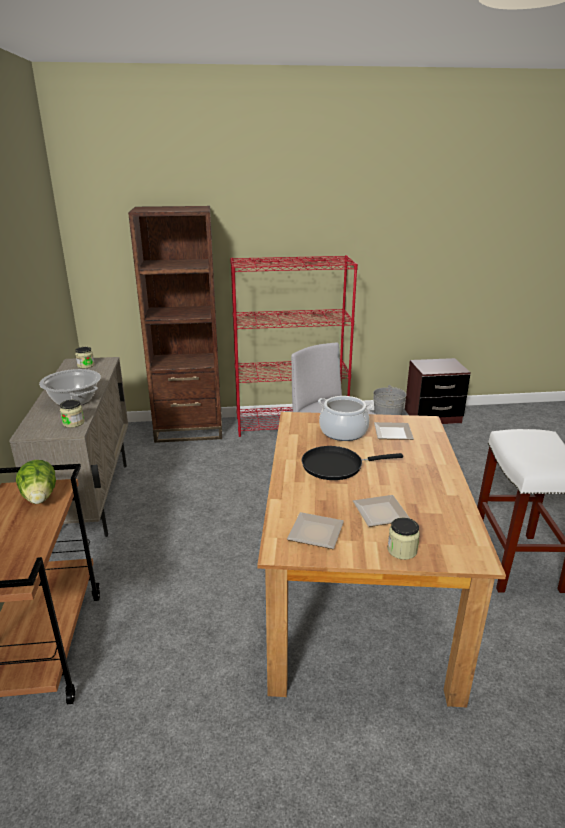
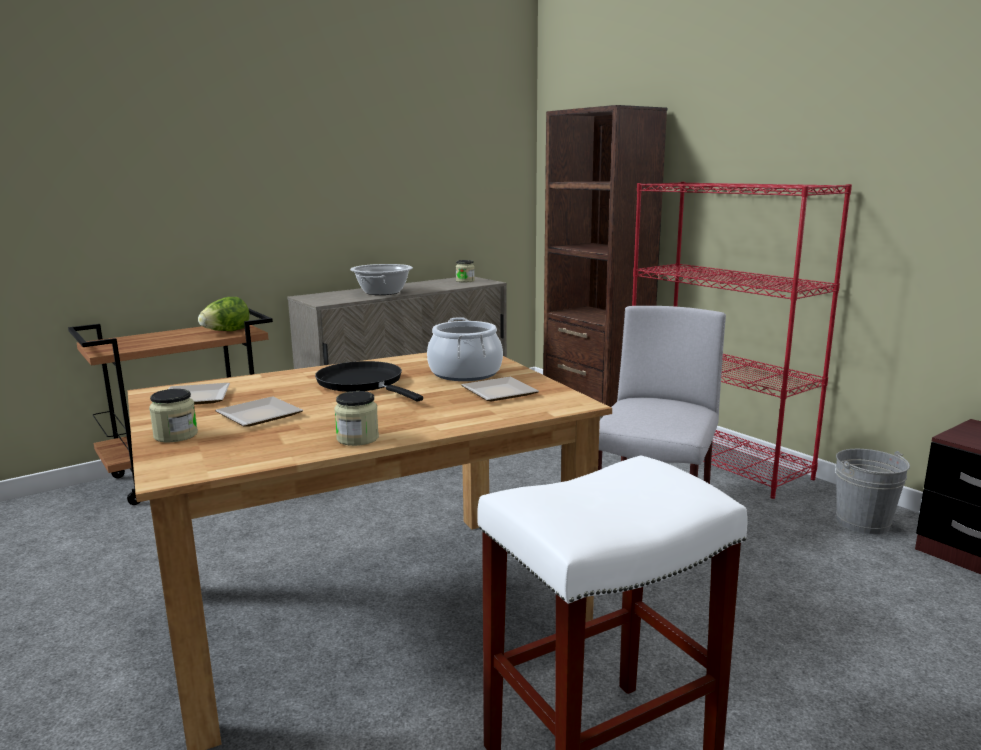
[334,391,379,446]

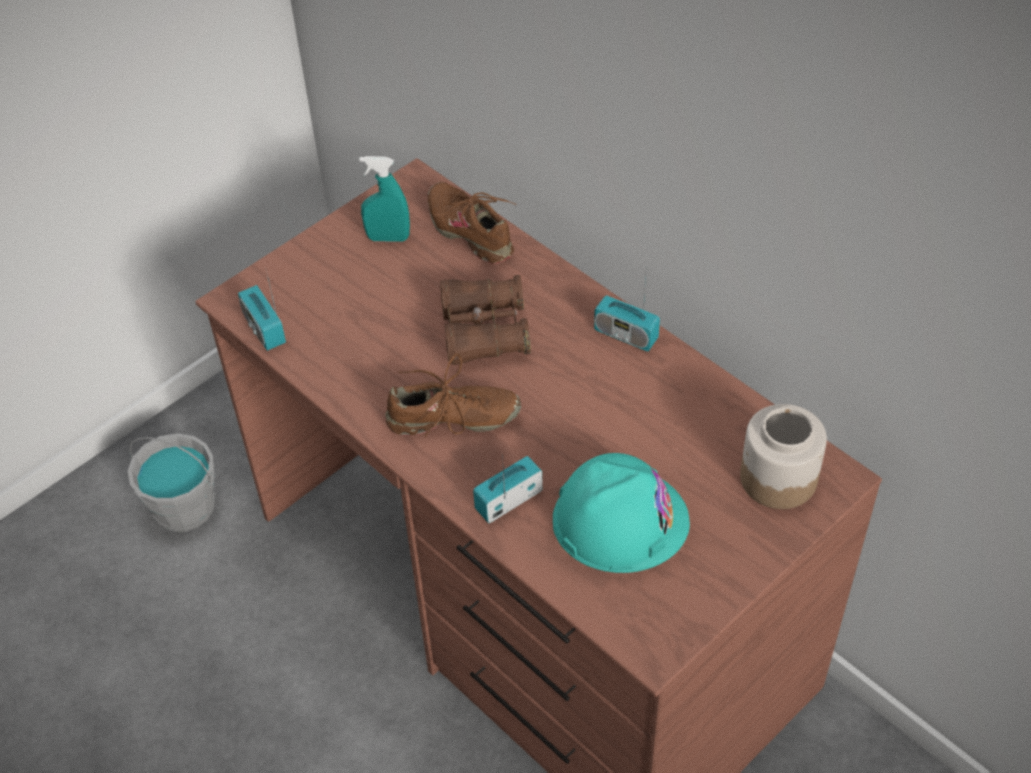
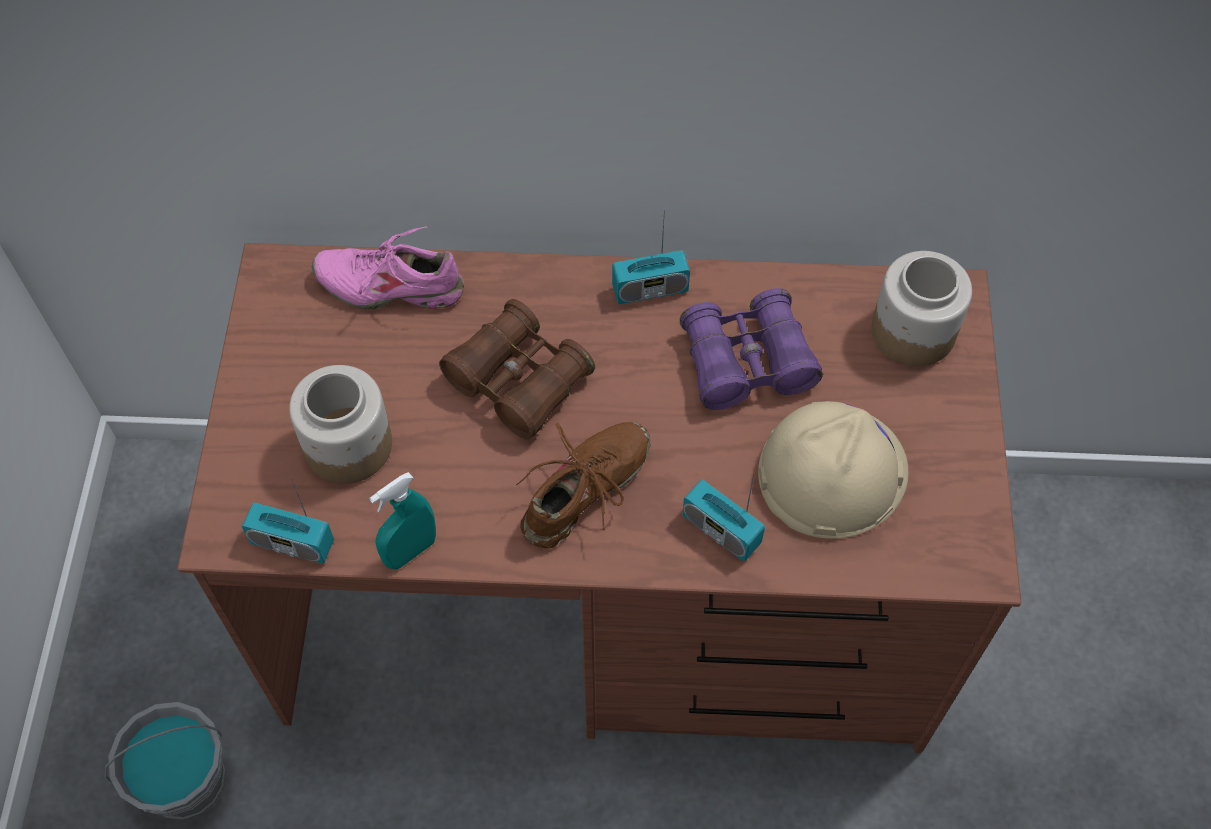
[369,472,436,569]
[312,226,464,310]
[758,401,909,539]
[682,474,765,561]
[680,288,823,410]
[289,365,392,484]

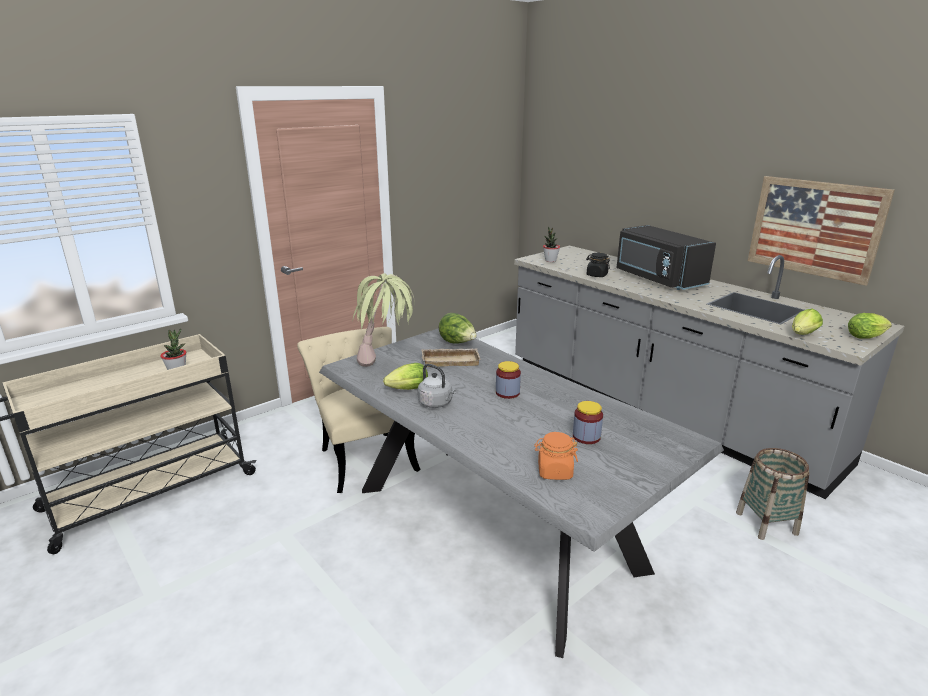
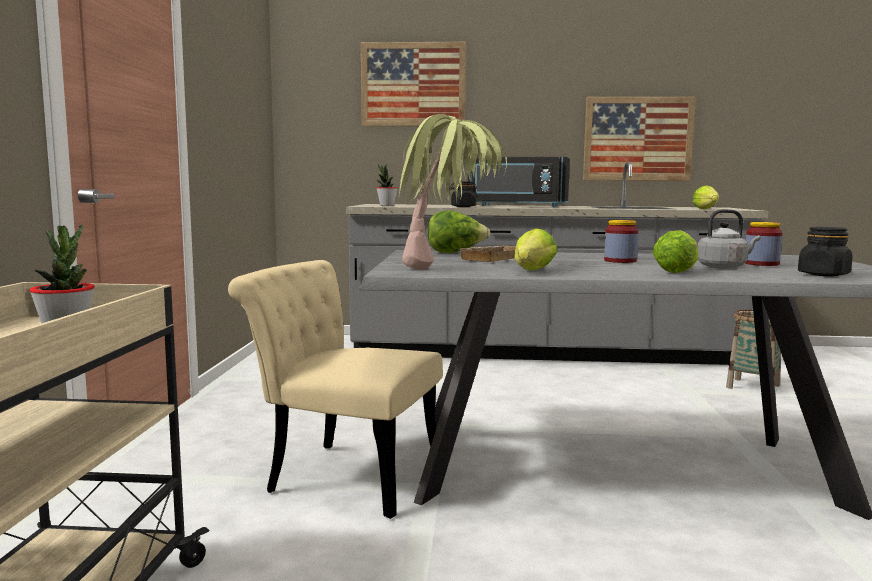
[652,230,698,273]
[698,209,761,269]
[798,227,852,276]
[361,42,466,126]

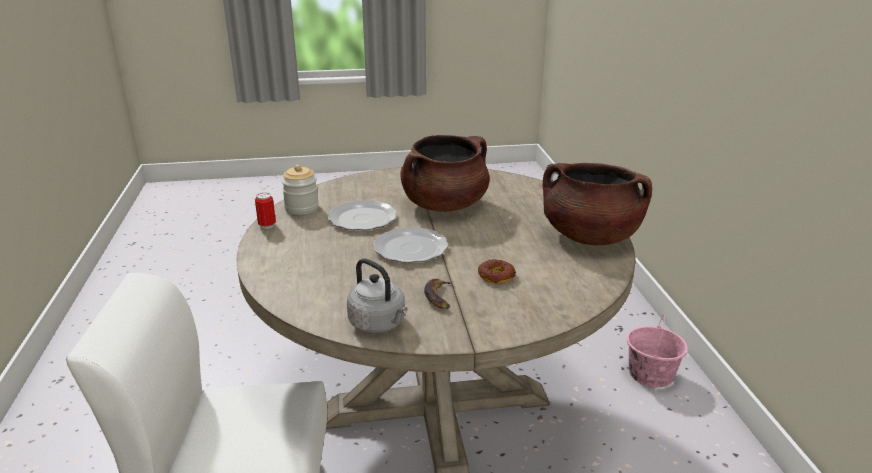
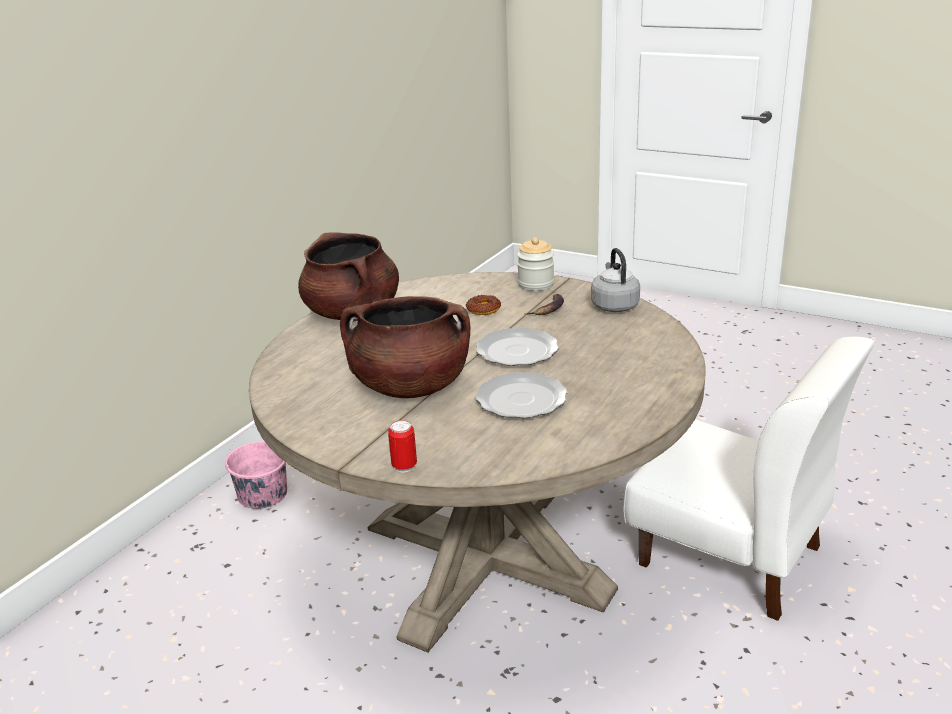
[517,237,554,291]
[388,420,417,473]

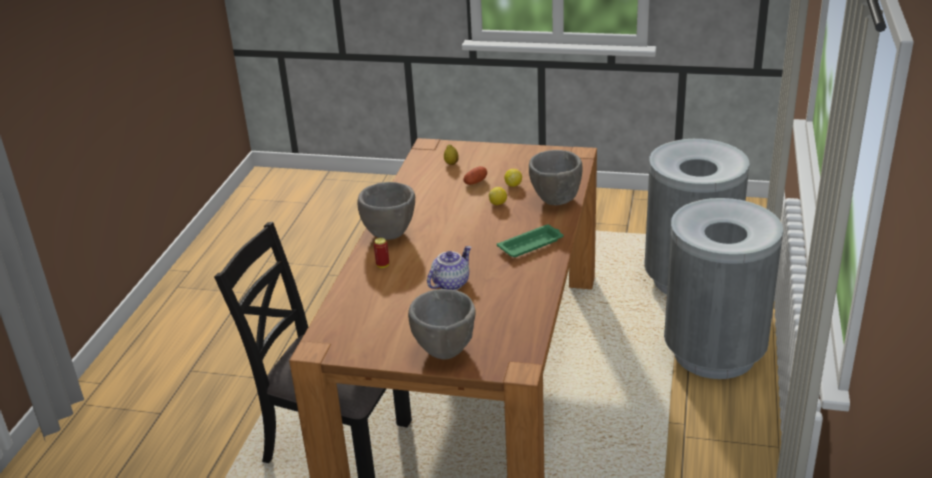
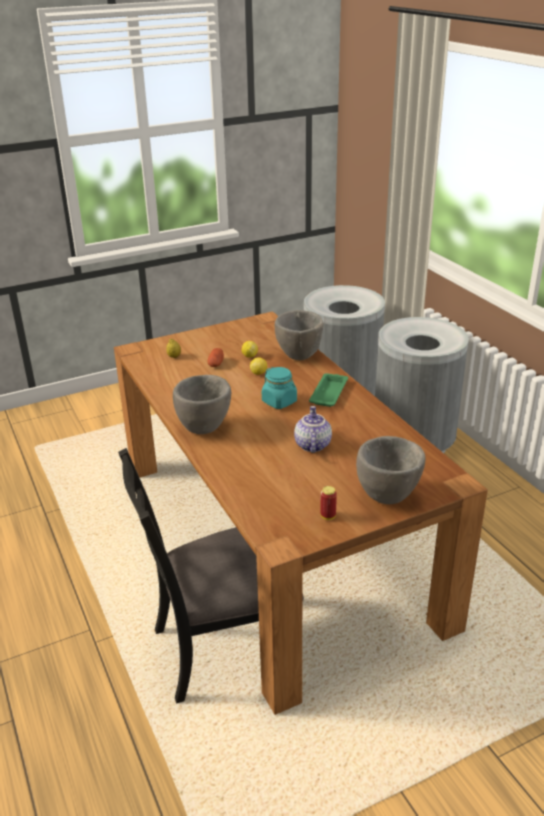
[320,486,337,520]
[262,367,297,409]

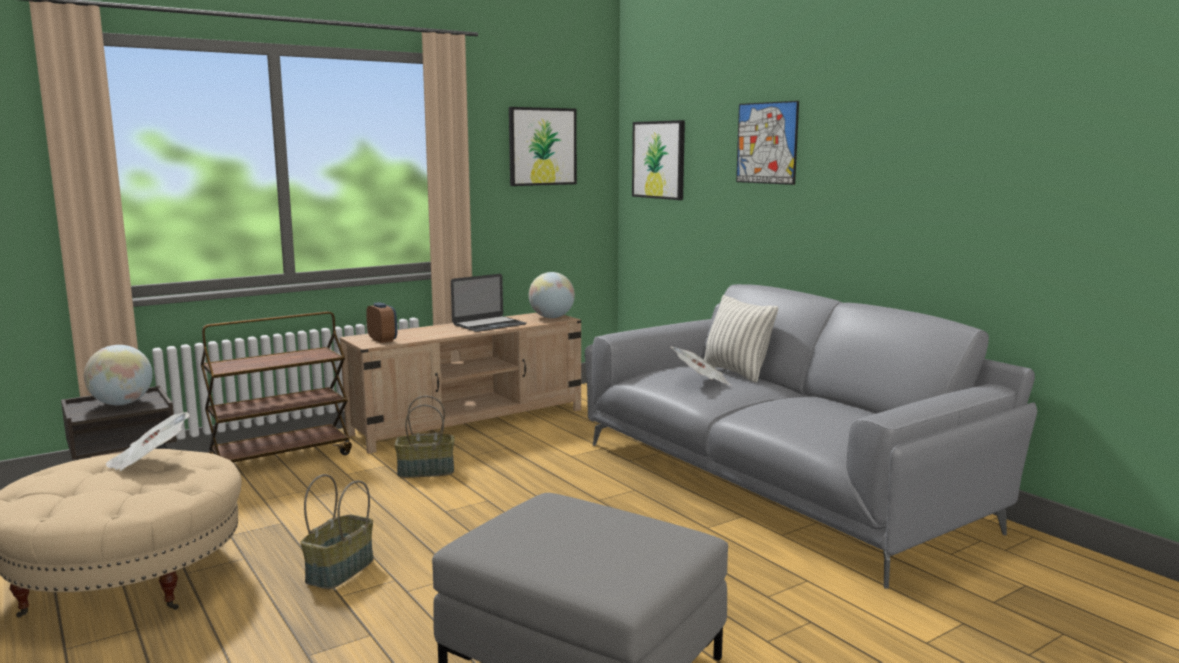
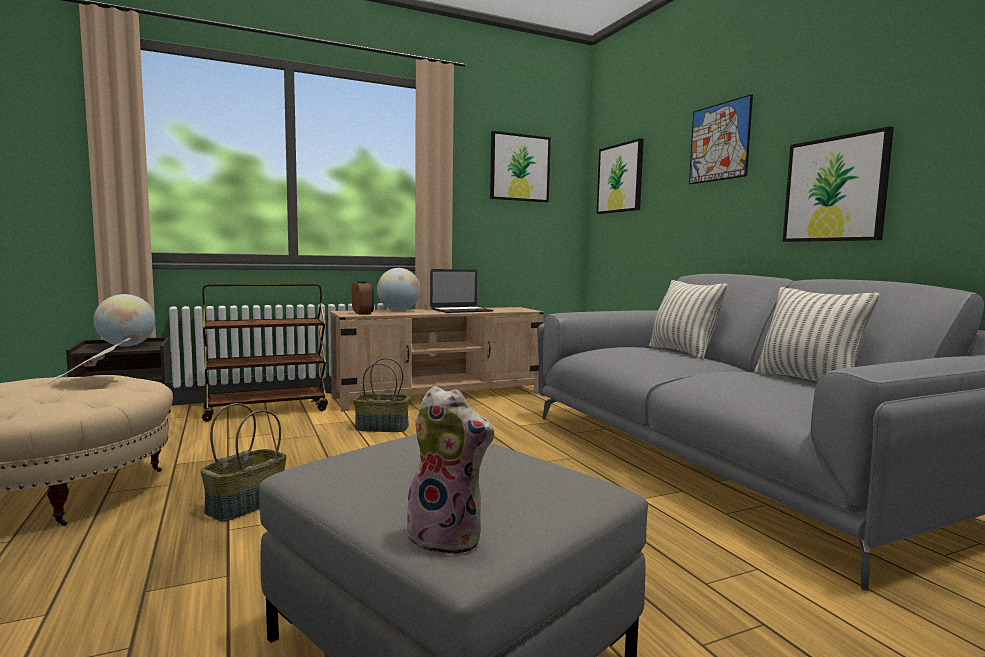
[377,268,420,311]
[671,347,731,385] (first image)
[783,126,894,242]
[755,287,879,381]
[398,386,494,556]

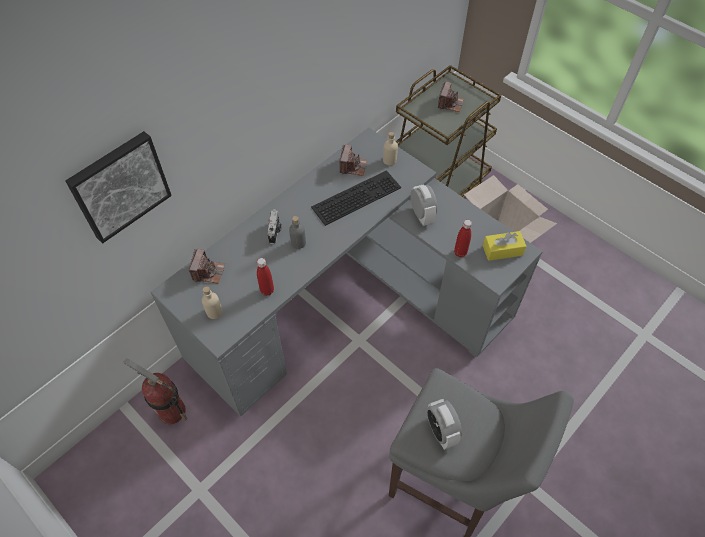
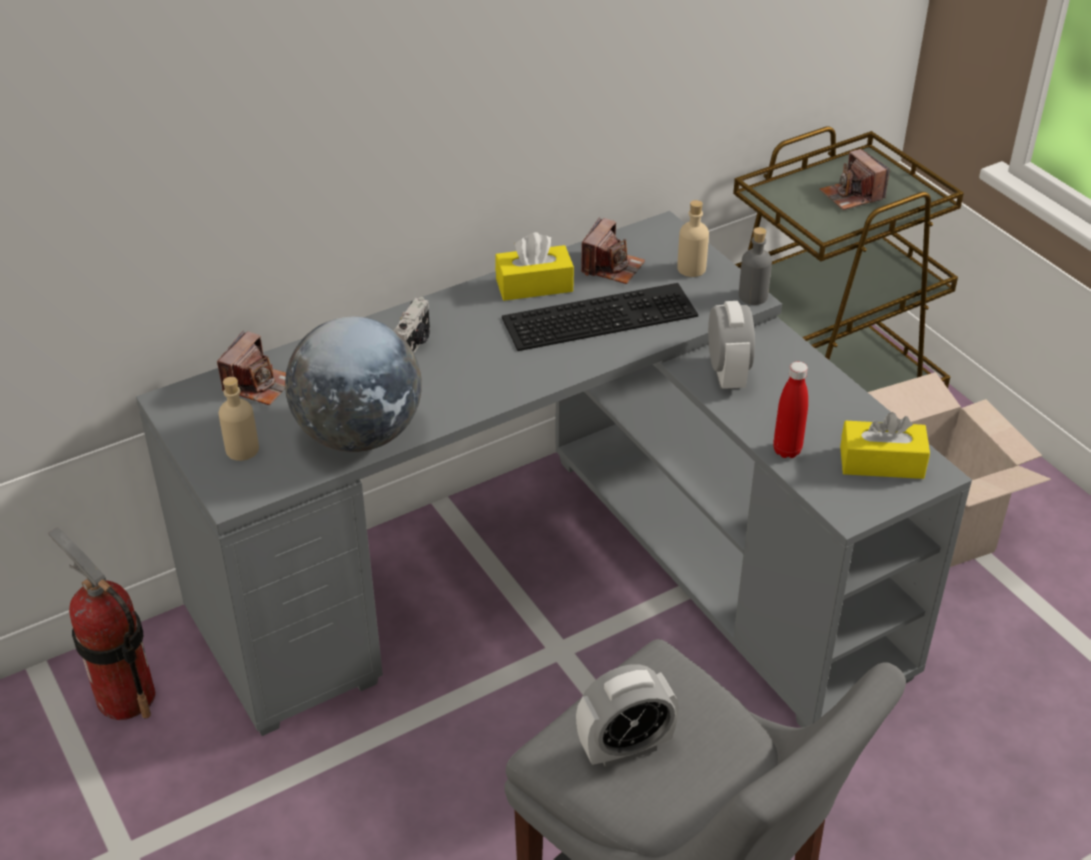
[820,149,889,210]
[65,131,172,244] (first image)
[739,227,772,305]
[285,316,422,452]
[576,664,679,767]
[495,232,574,301]

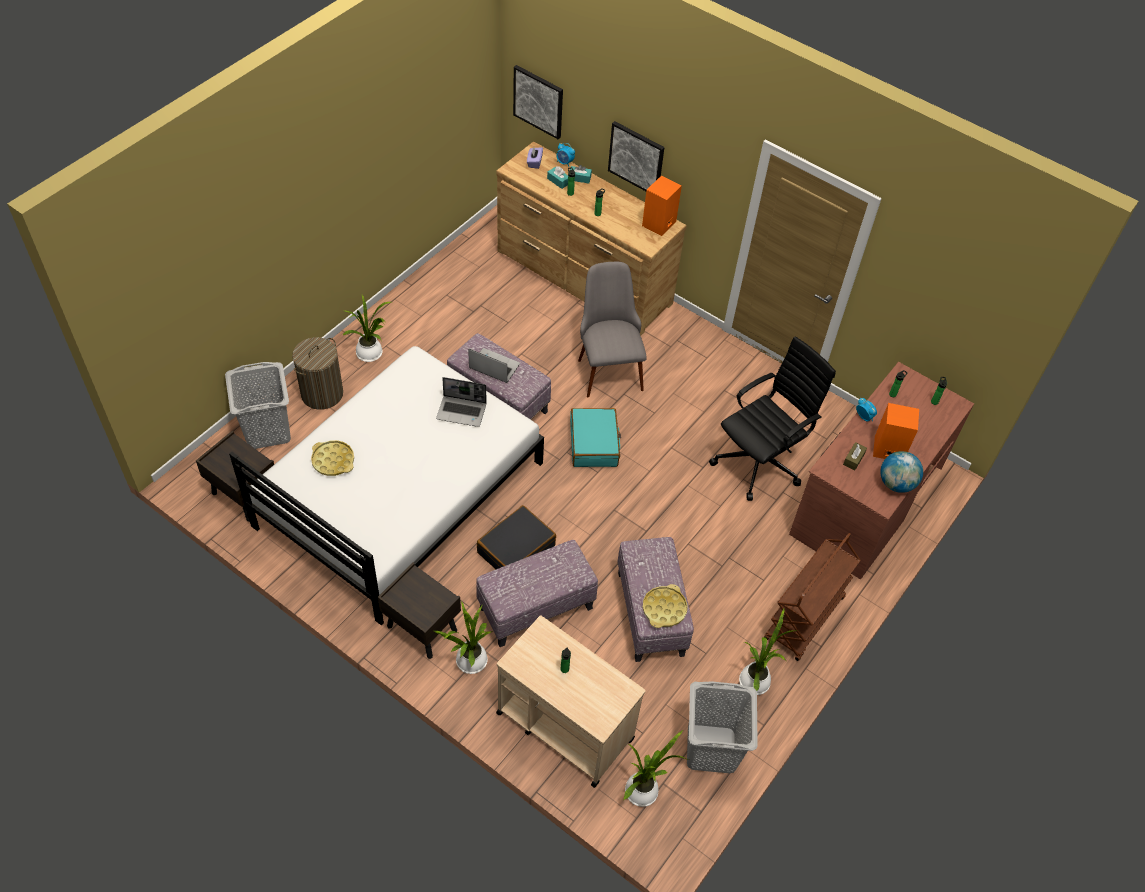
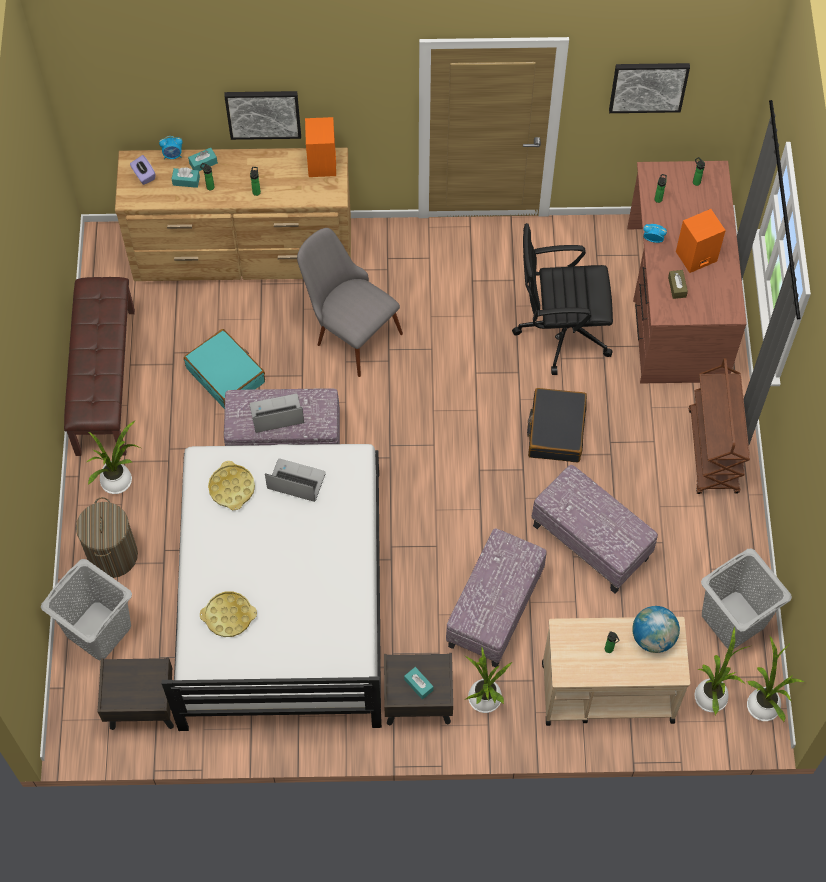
[609,63,690,113]
[512,223,613,375]
[265,458,326,502]
[184,329,265,409]
[632,606,680,653]
[527,388,587,462]
[208,461,255,510]
[747,634,805,721]
[64,277,135,456]
[404,667,433,700]

